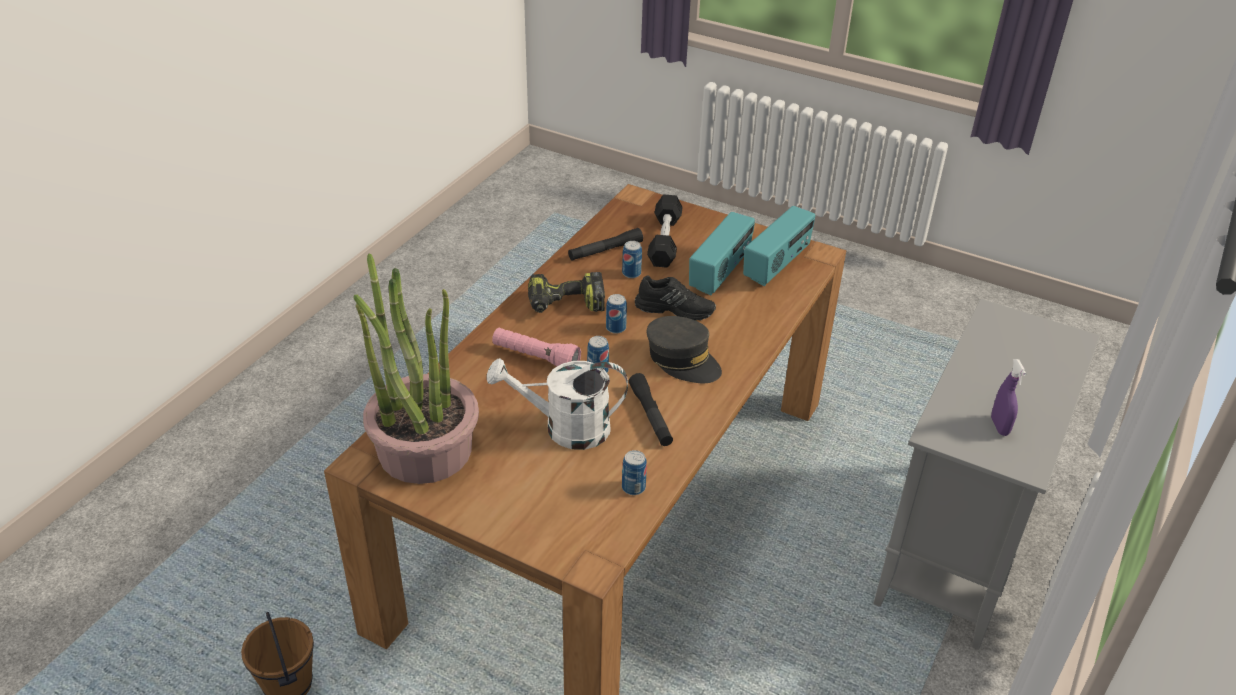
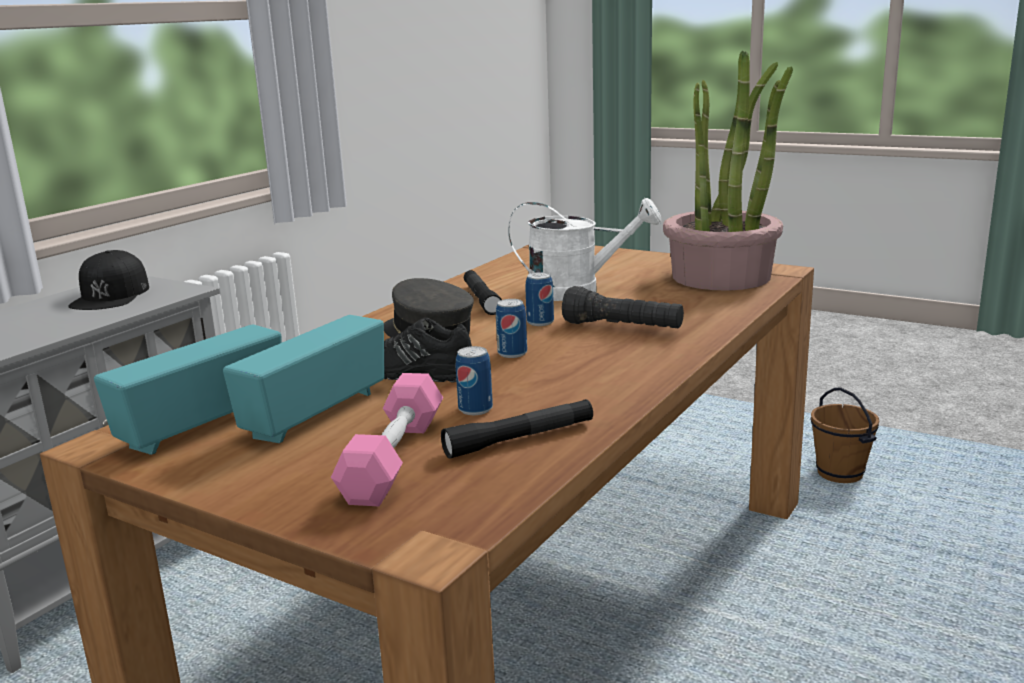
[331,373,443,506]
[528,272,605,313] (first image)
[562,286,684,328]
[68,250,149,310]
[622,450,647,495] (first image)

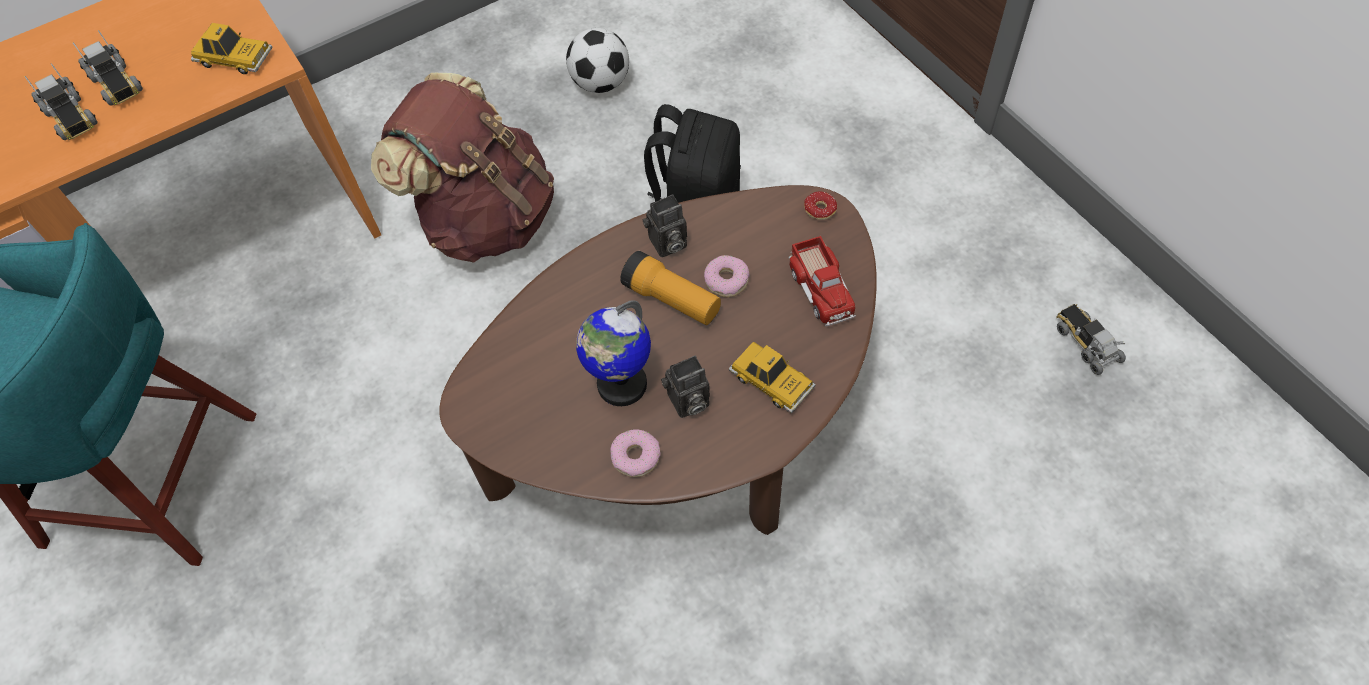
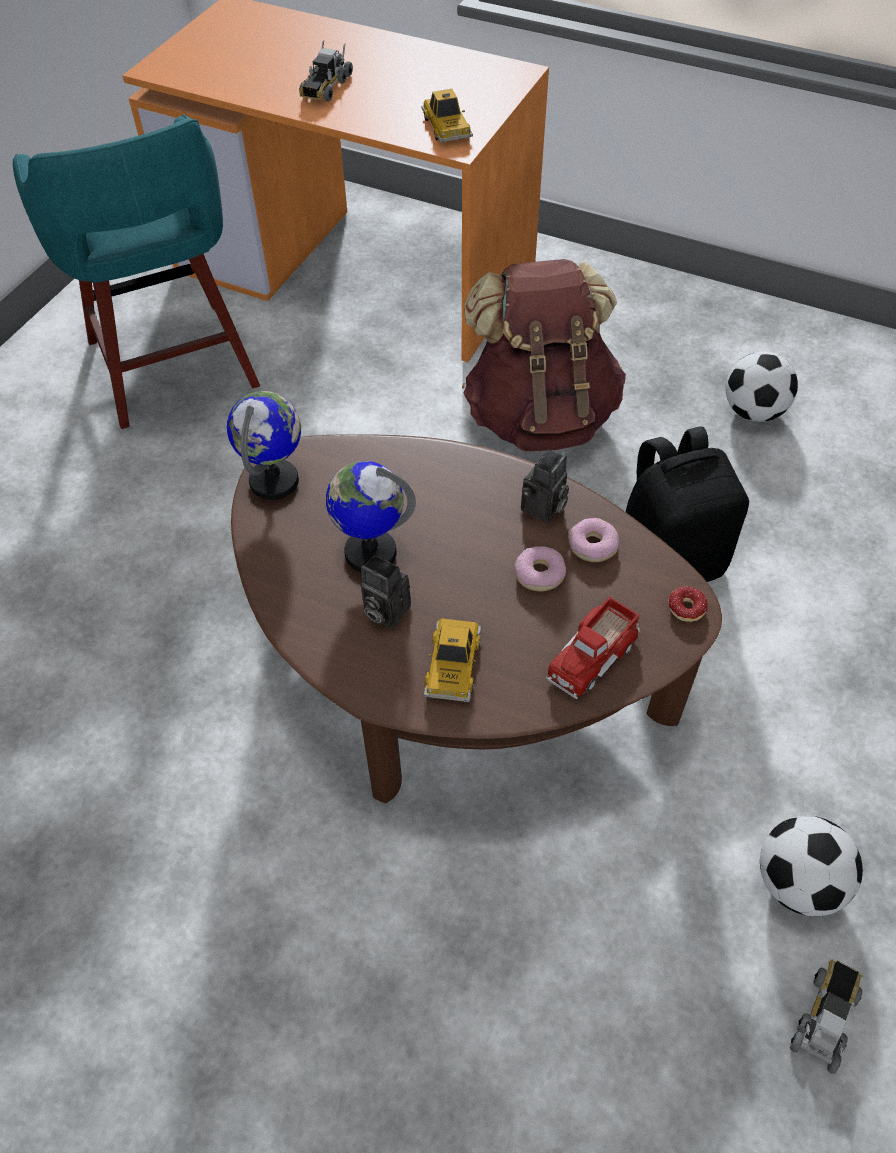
[73,30,143,106] (first image)
[521,449,569,523]
[620,251,721,325] (first image)
[569,518,619,562]
[227,391,301,500]
[760,816,863,916]

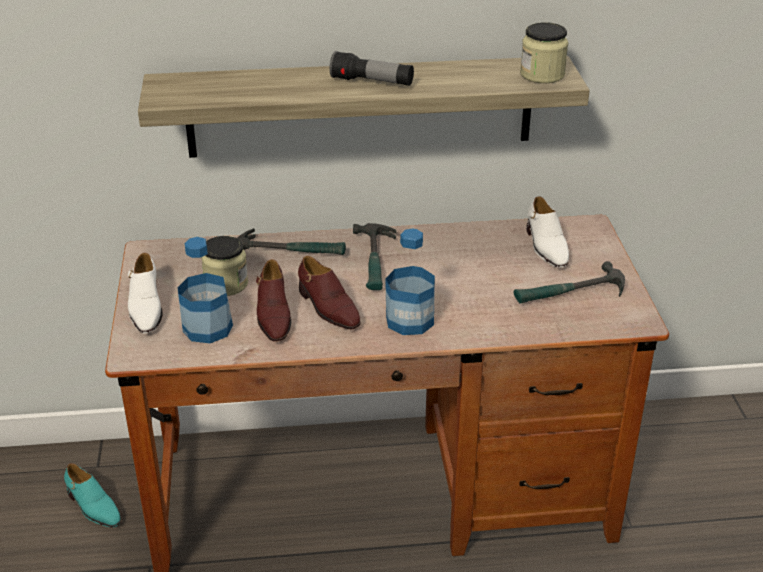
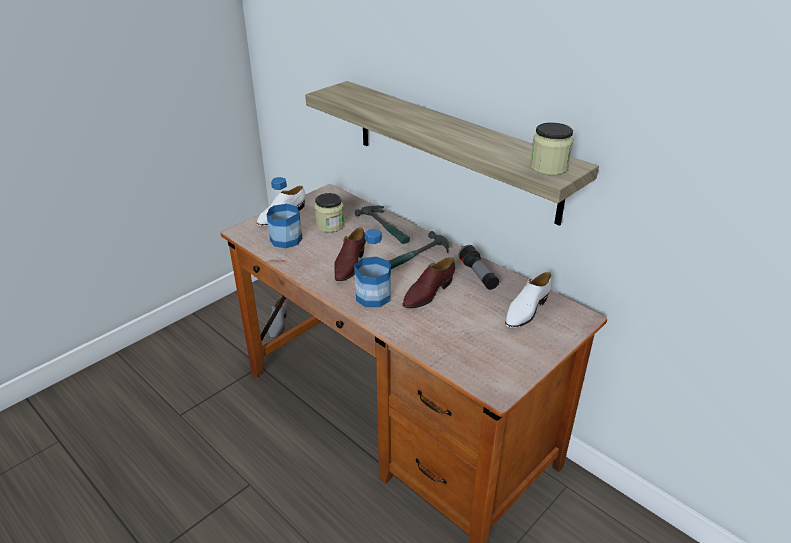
[458,245,499,290]
[403,257,455,308]
[514,261,625,304] (first image)
[268,297,287,339]

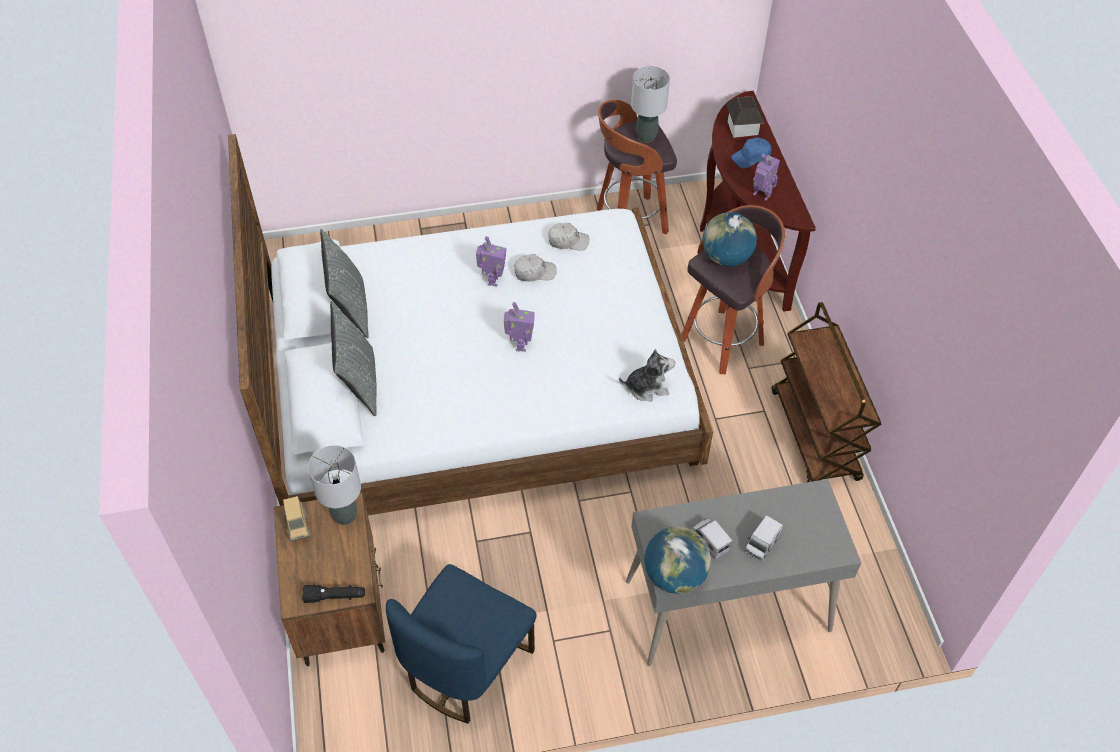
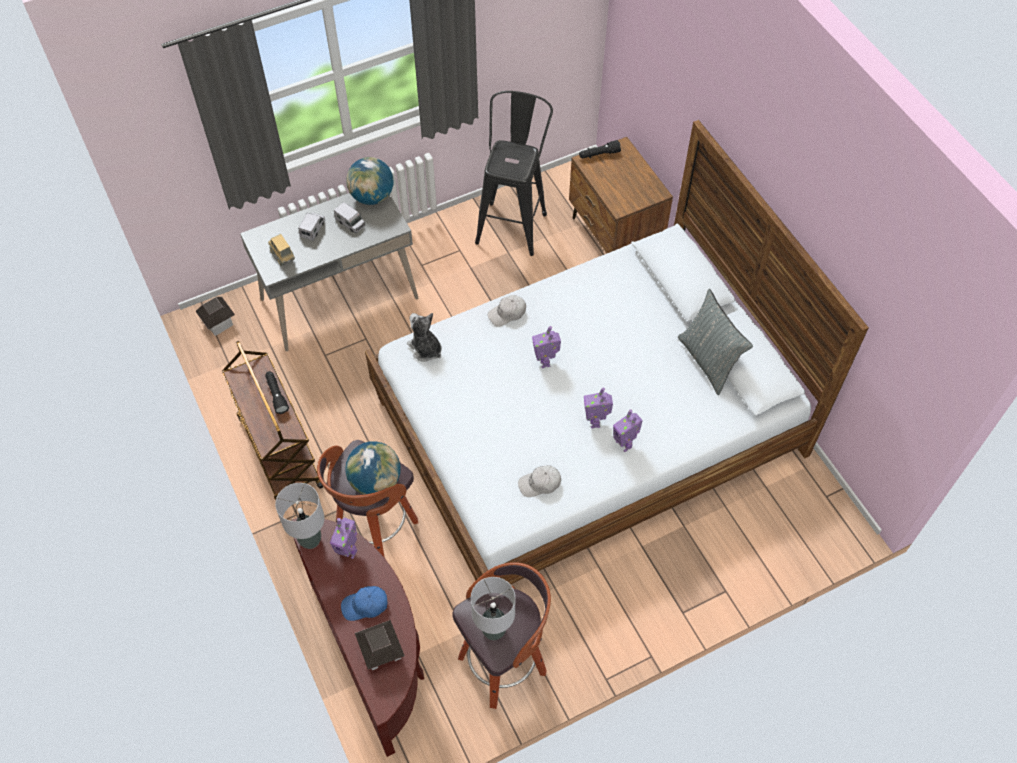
[341,586,388,621]
[488,295,526,327]
[330,301,377,416] (first image)
[407,313,442,362]
[275,483,324,549]
[268,234,295,266]
[475,91,553,256]
[195,297,235,336]
[265,371,289,414]
[613,409,643,452]

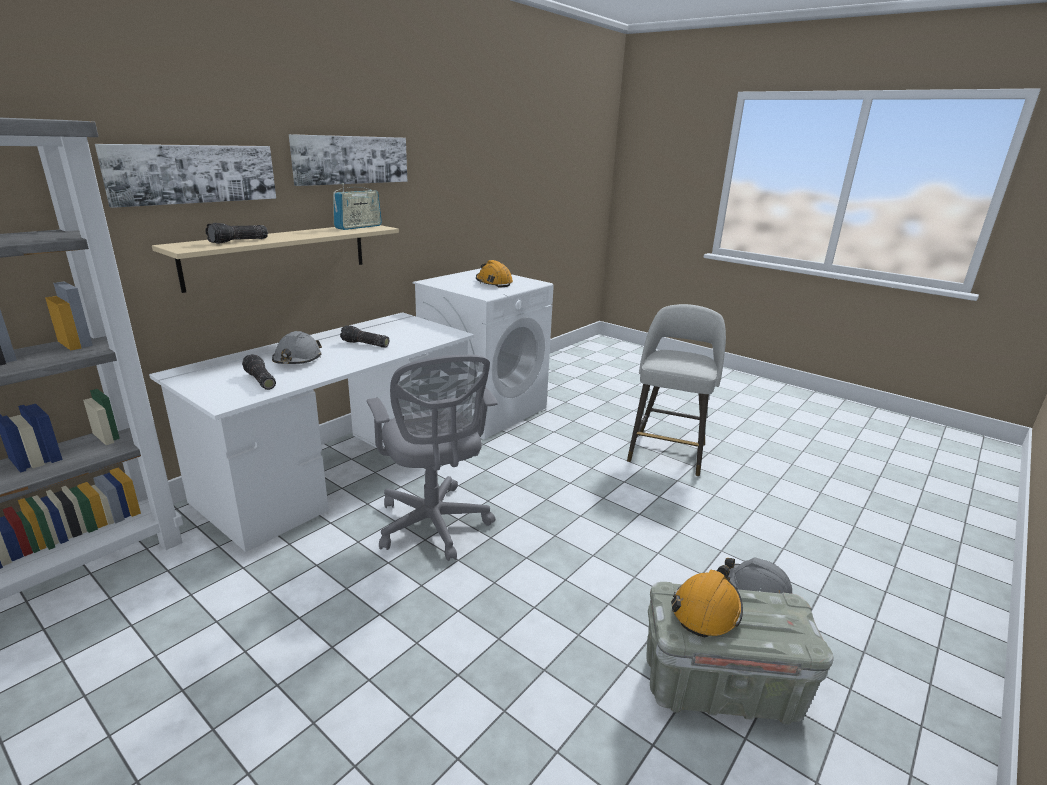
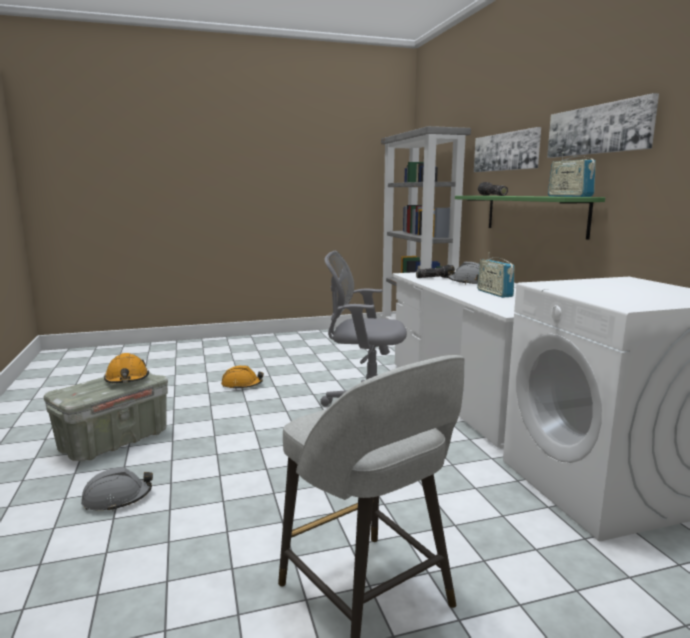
[455,196,605,240]
[221,365,264,390]
[477,253,514,298]

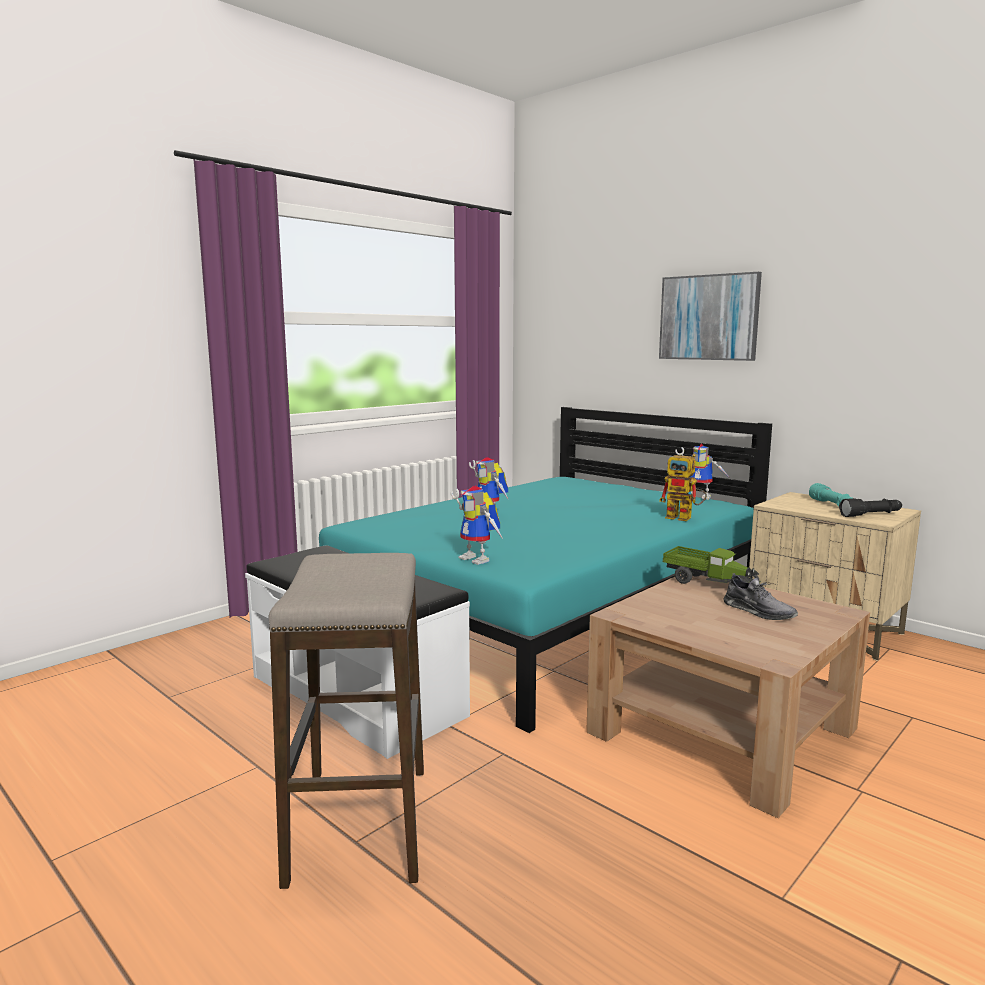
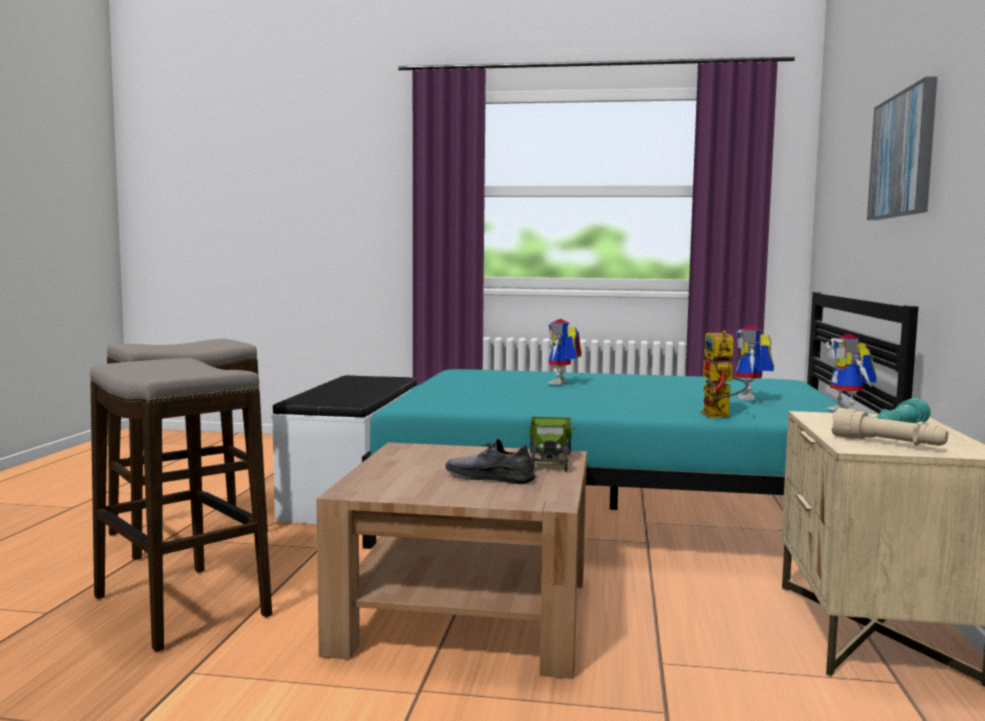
[736,325,774,400]
[831,408,948,446]
[445,439,535,484]
[90,358,272,652]

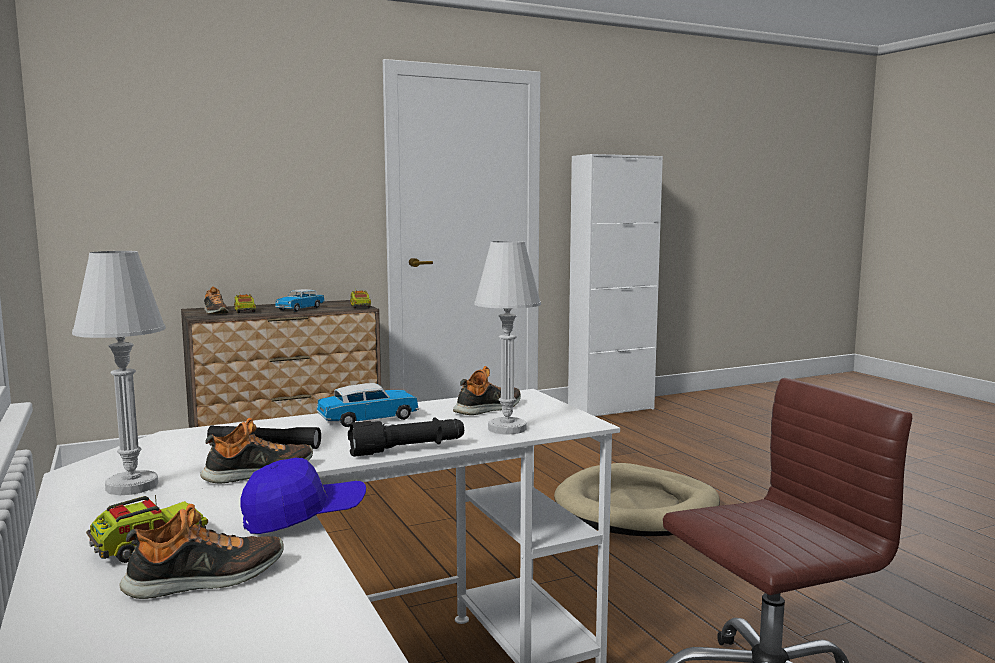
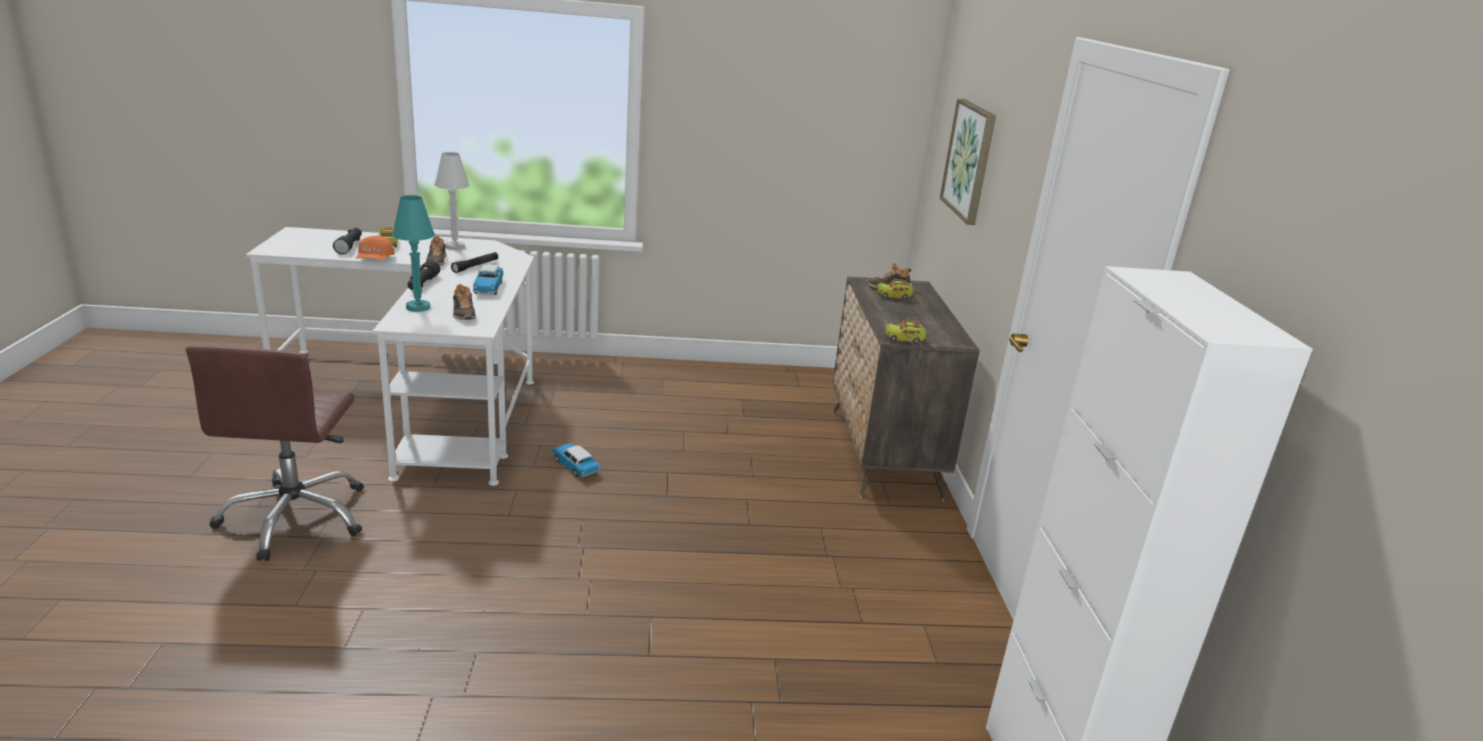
[392,195,435,312]
[552,443,600,477]
[356,235,395,260]
[554,463,720,536] (first image)
[333,228,362,254]
[940,99,996,225]

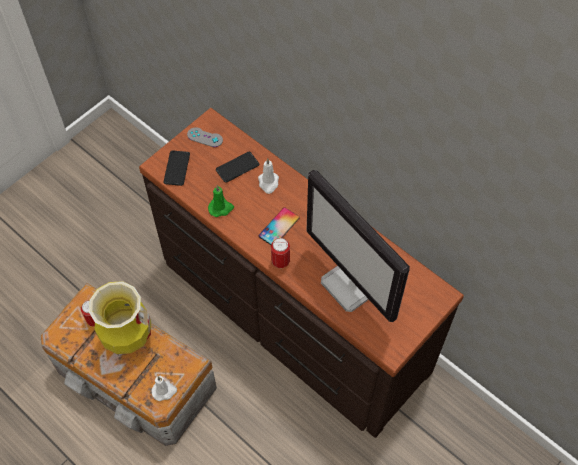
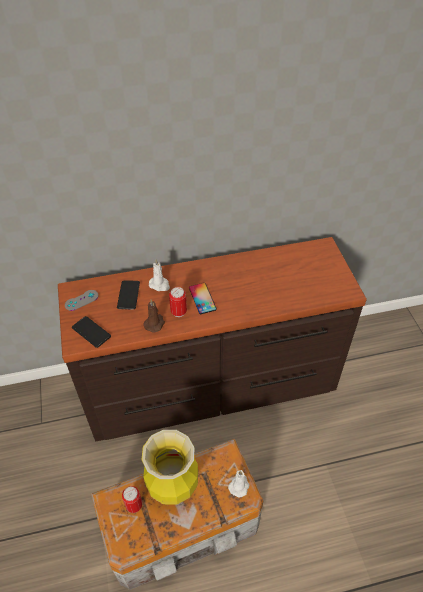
[306,170,410,322] (first image)
[143,300,165,333]
[169,287,187,317]

